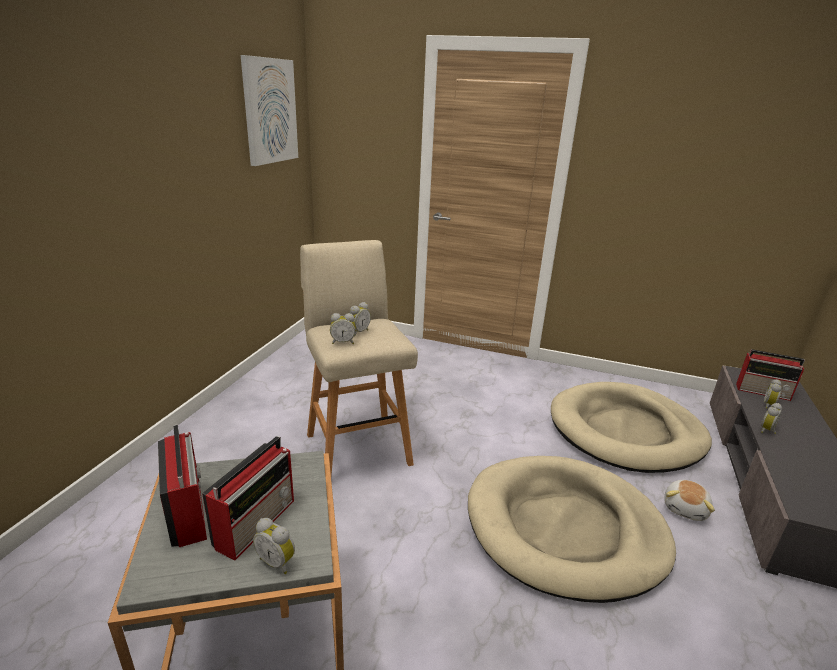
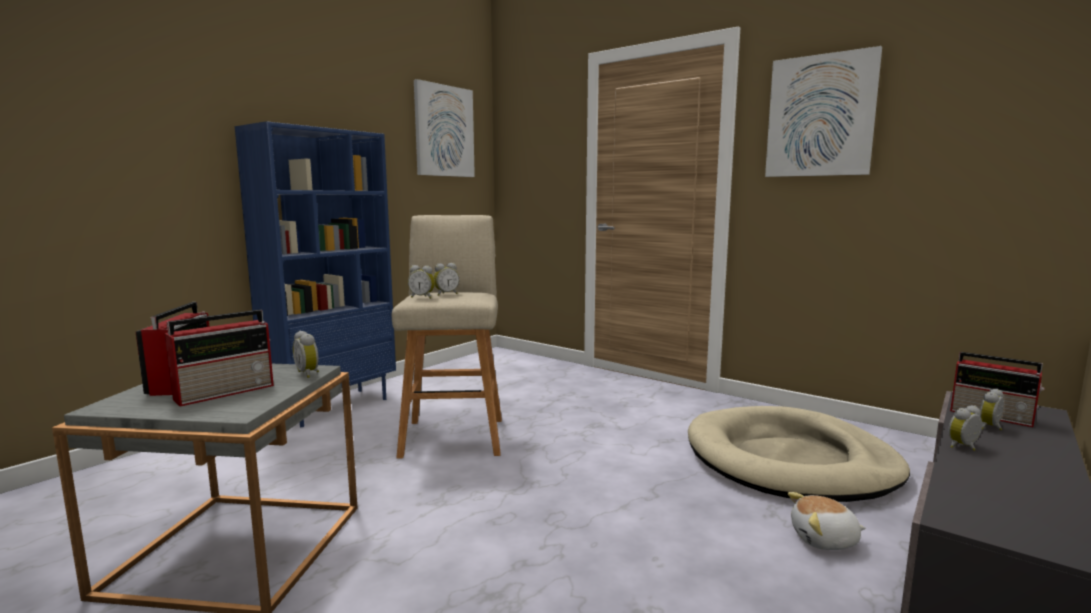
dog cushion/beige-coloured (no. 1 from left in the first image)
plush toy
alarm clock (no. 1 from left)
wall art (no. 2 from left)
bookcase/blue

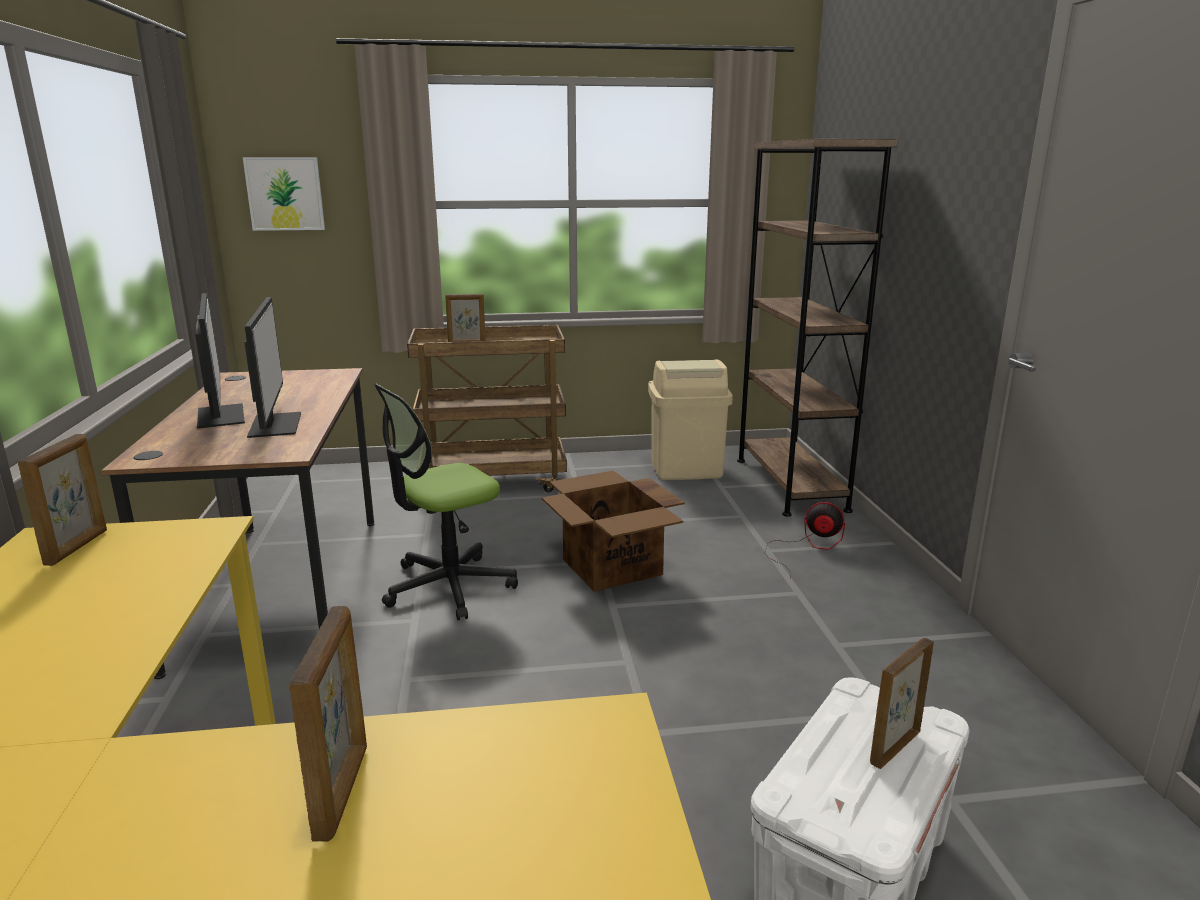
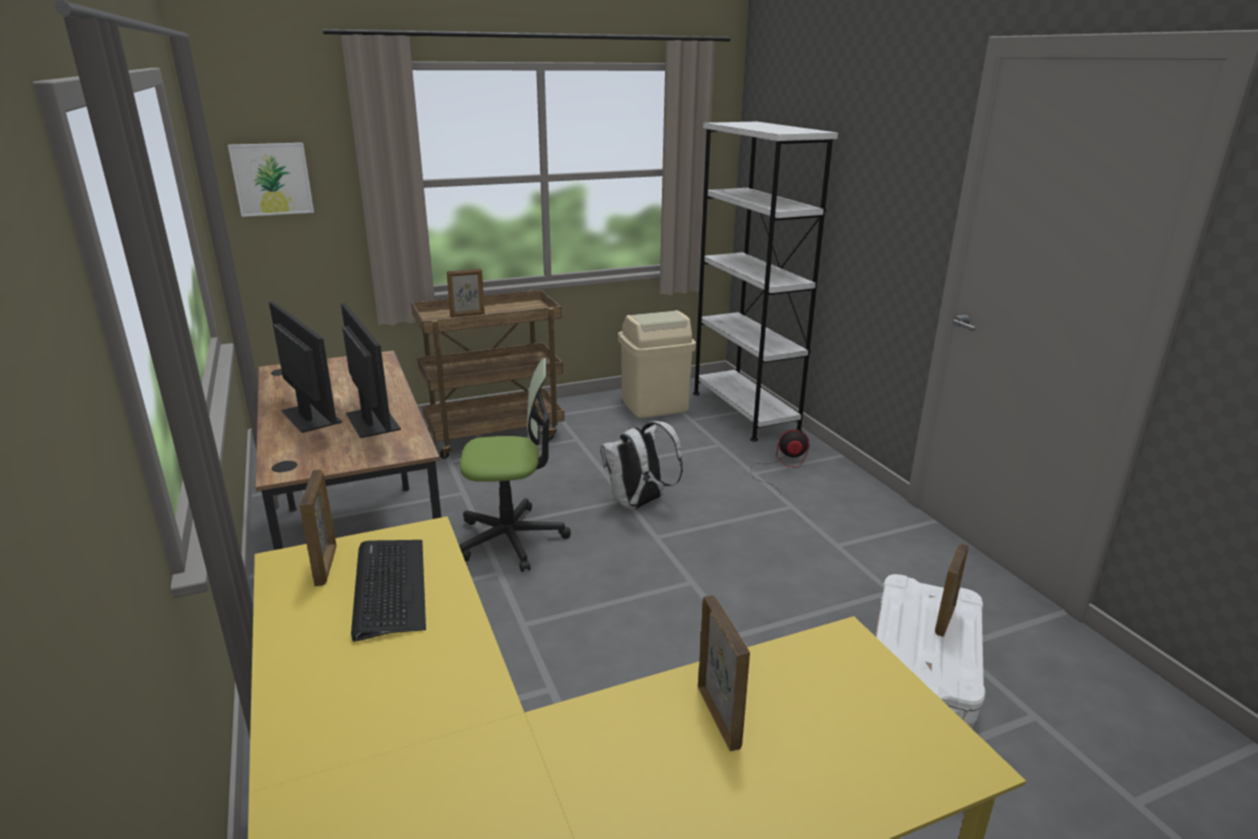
bookcase/white-coloured
office chair
backpack/white-coloured
keyboard

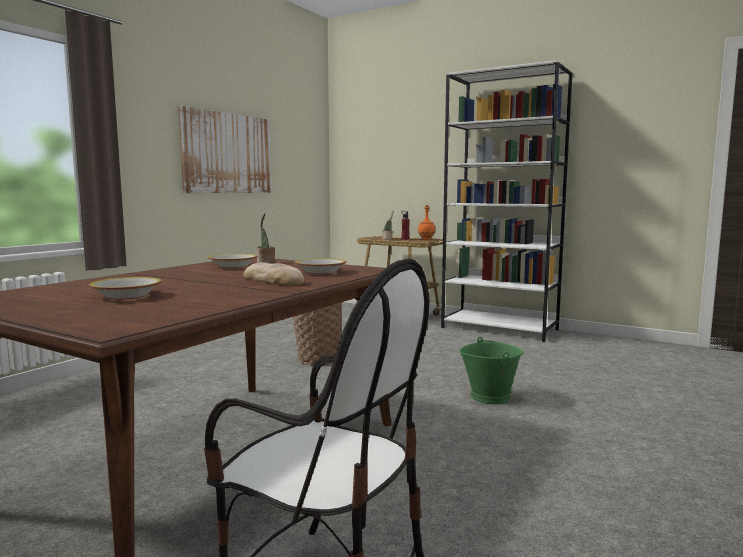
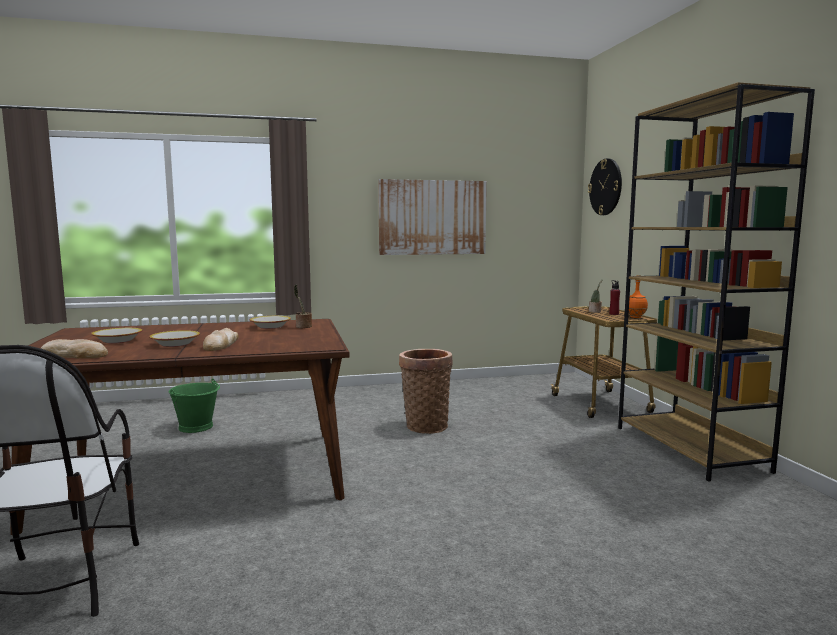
bookcase/brown-coloured
deep dish (no. 2 from left)
bucket/green
wall clock
baked bread (no. 1 from left)

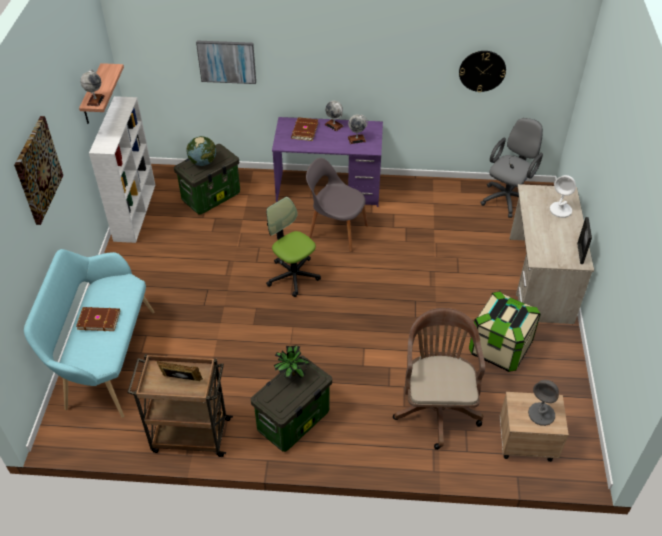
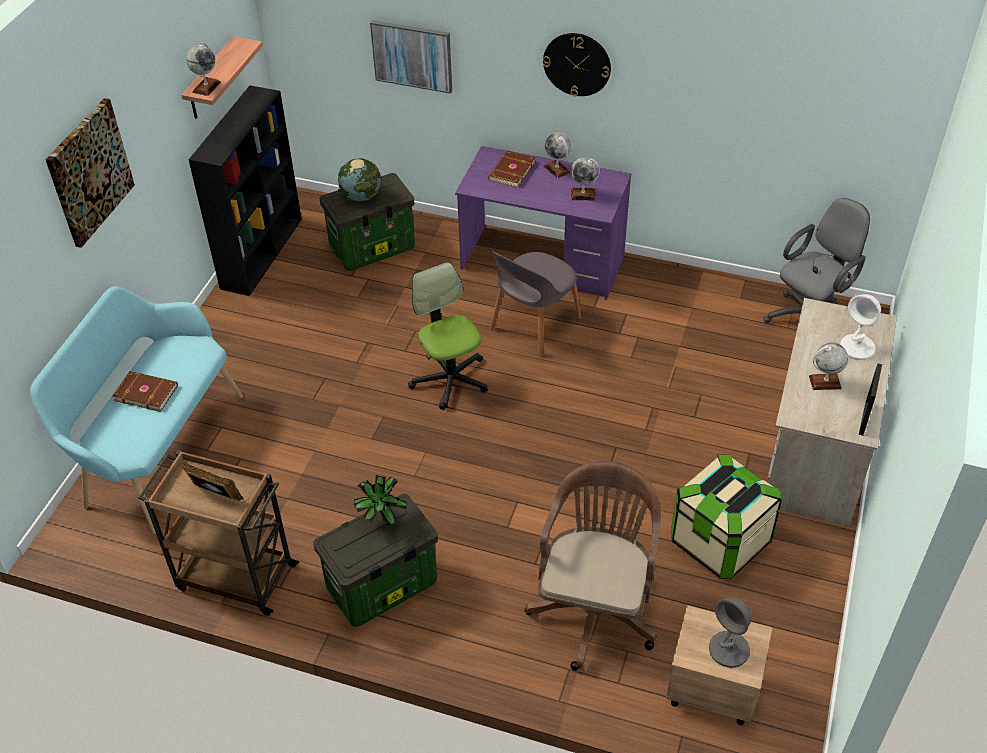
wall clock
bookcase/blackish
plain chair/gray
desk globe (no. 5 from left)

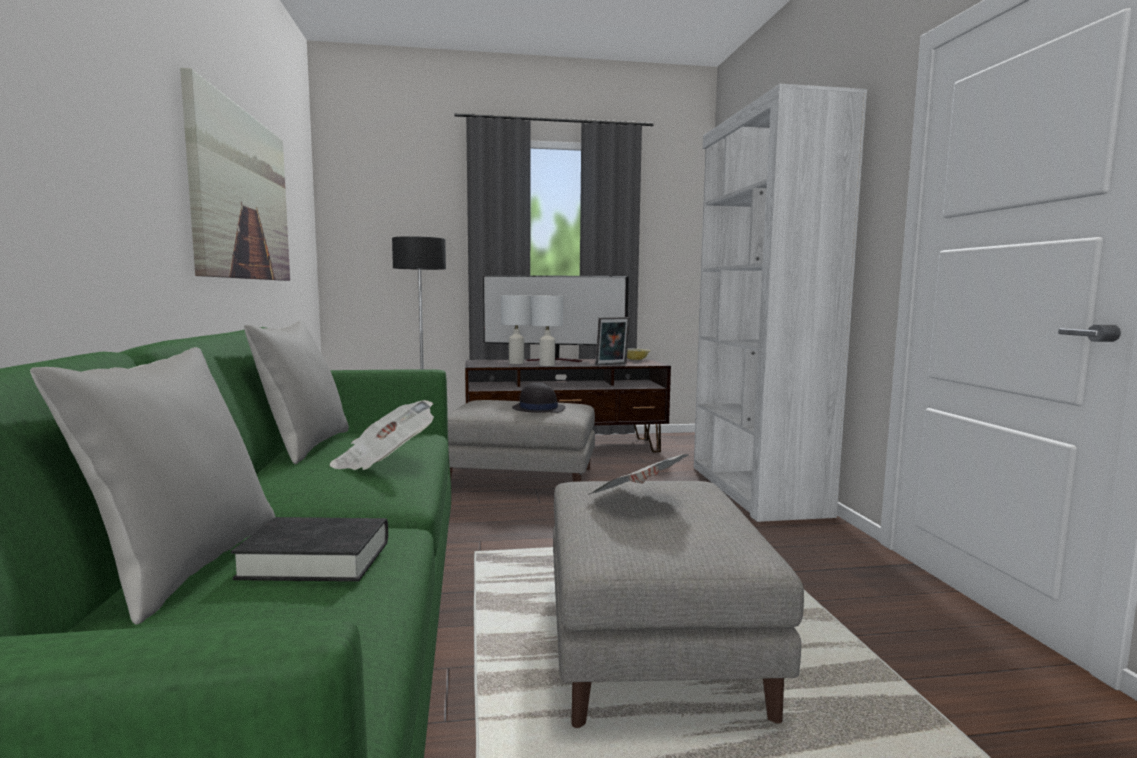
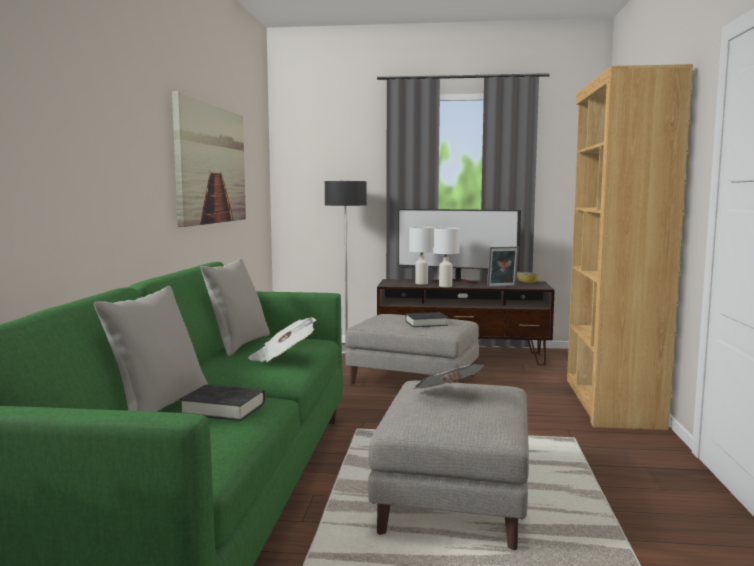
bookcase/brown-coloured
bound book/blackish (no. 2 from left)

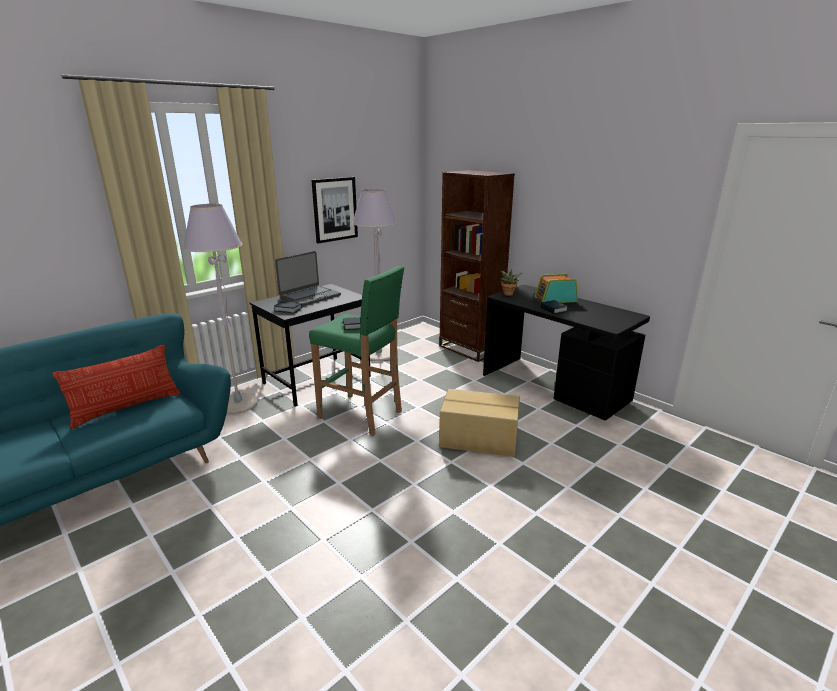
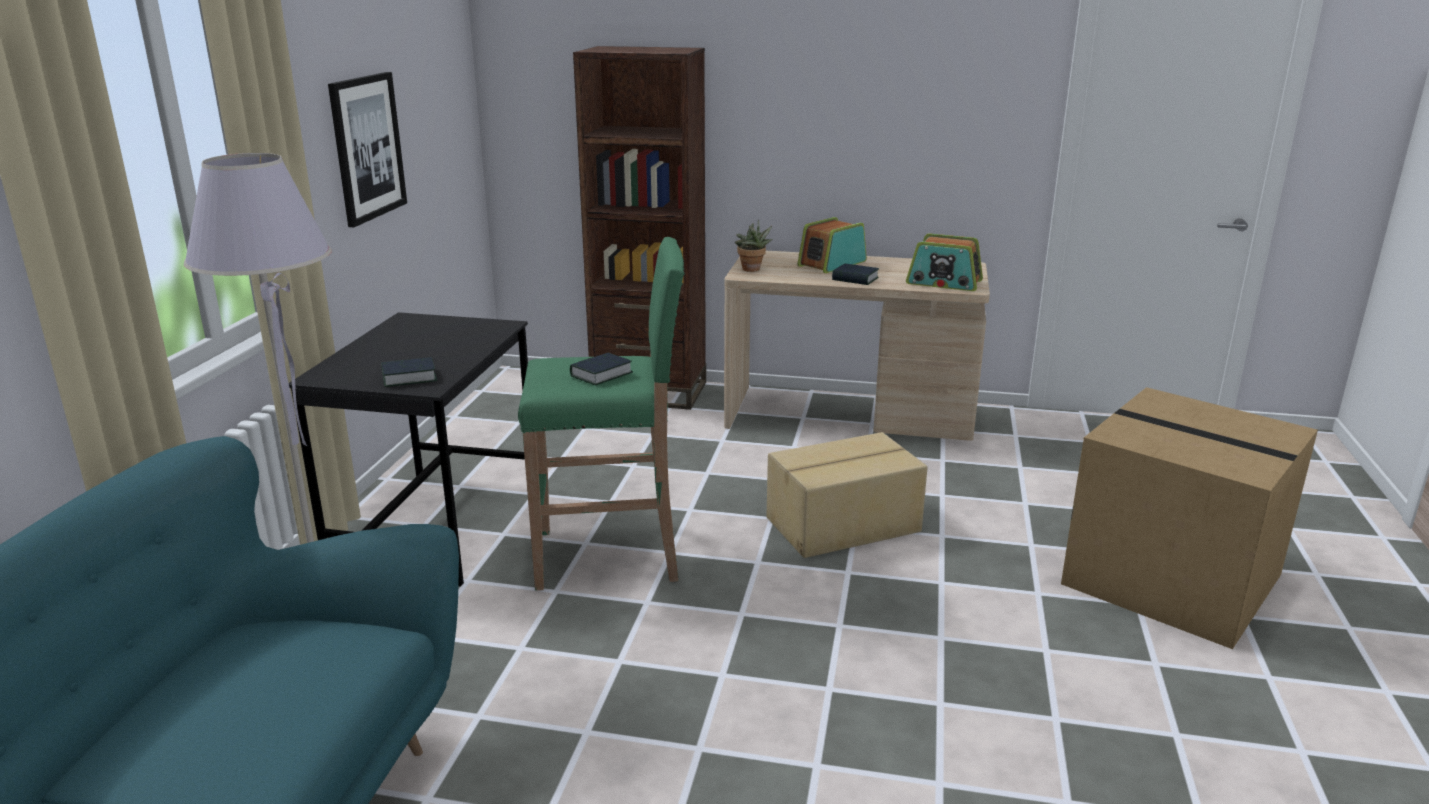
standard lamp/gray (no. 2 from left in the first image)
notebook computer
desk/beige-coloured
cushion
radio (no. 2 from left)
cardboard box (no. 2 from left)

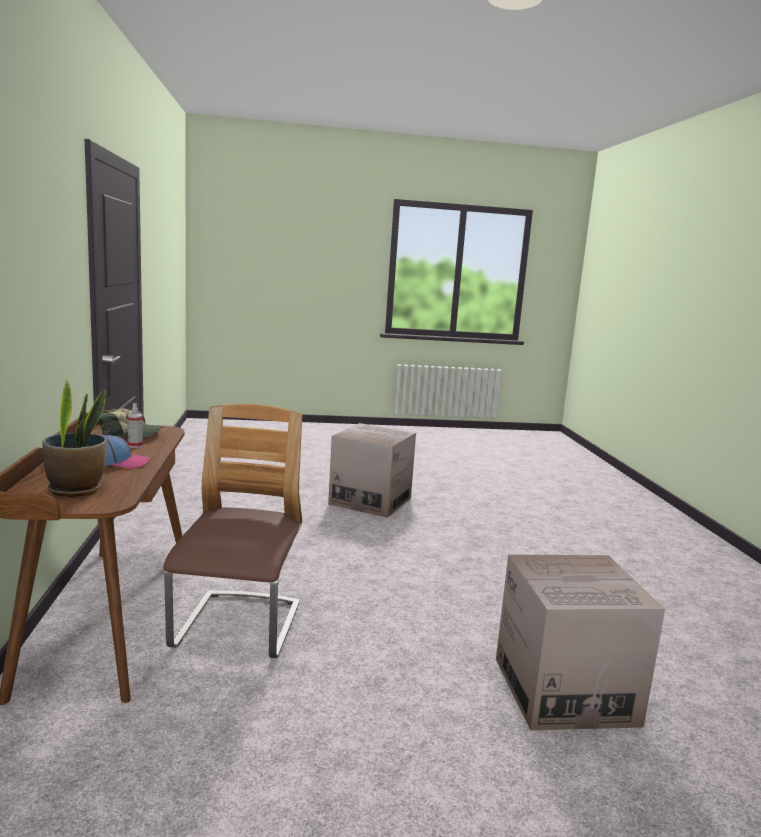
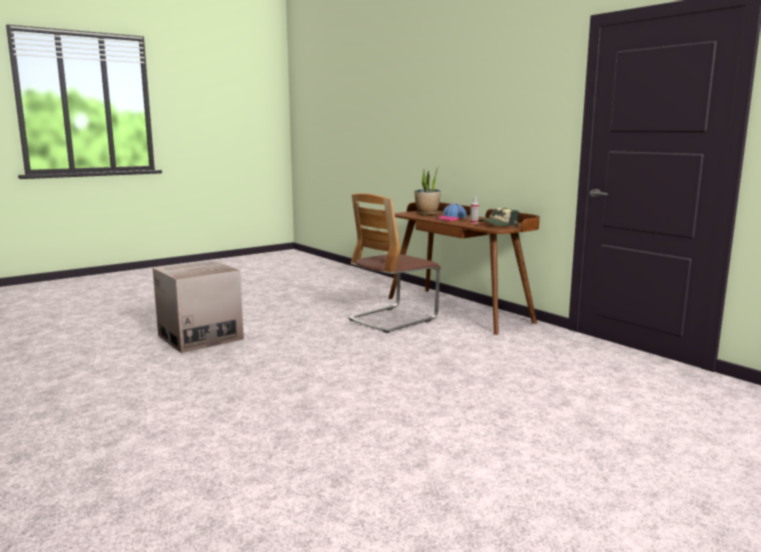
plain chair
cardboard box (no. 1 from left in the first image)

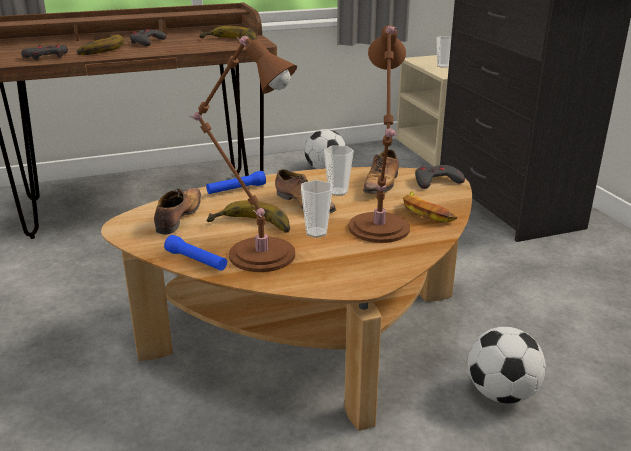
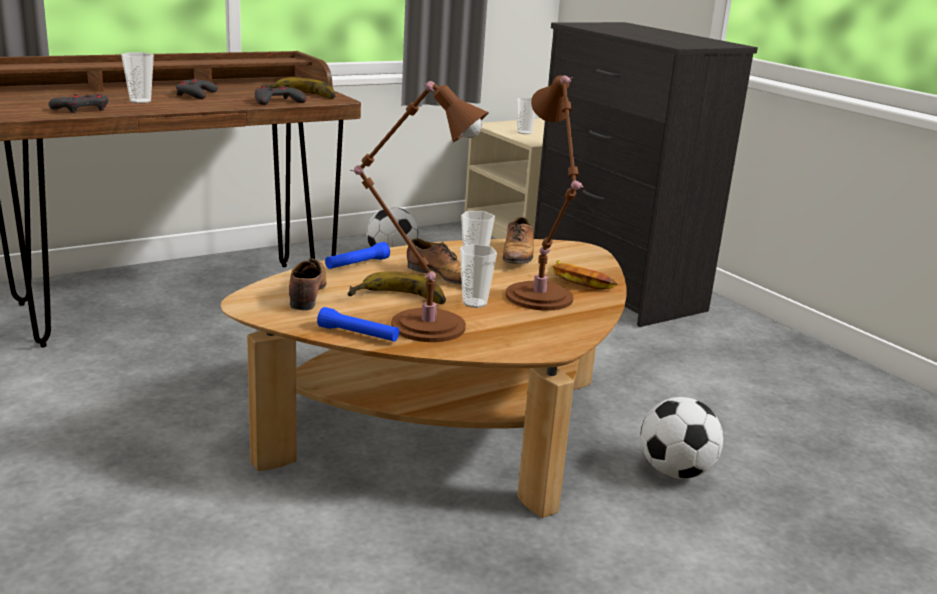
small cup (no. 1 from left)
joypad/gray (no. 3 from left)

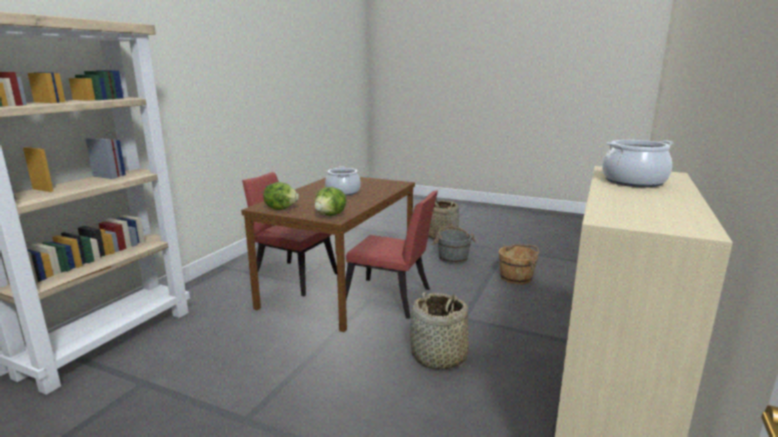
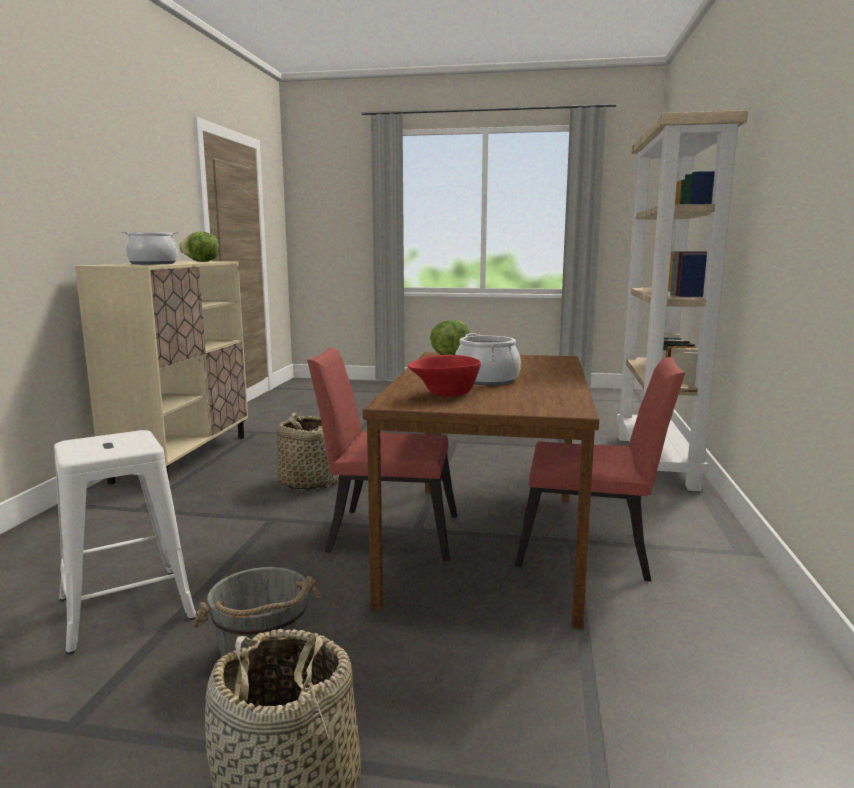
head of lettuce (no. 1 from left)
stool/white-coloured
deep dish/red

